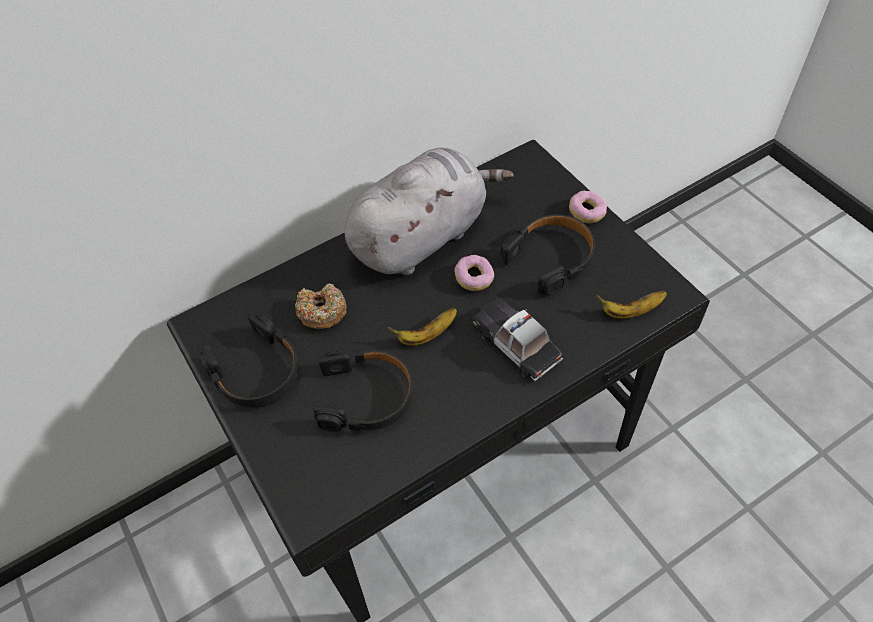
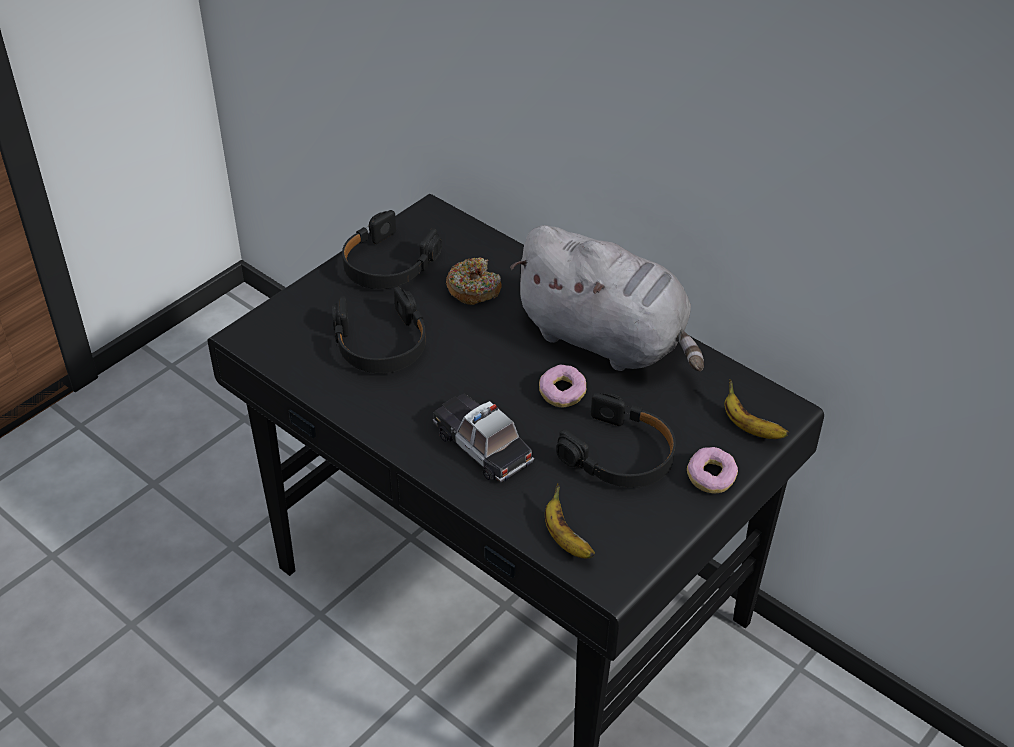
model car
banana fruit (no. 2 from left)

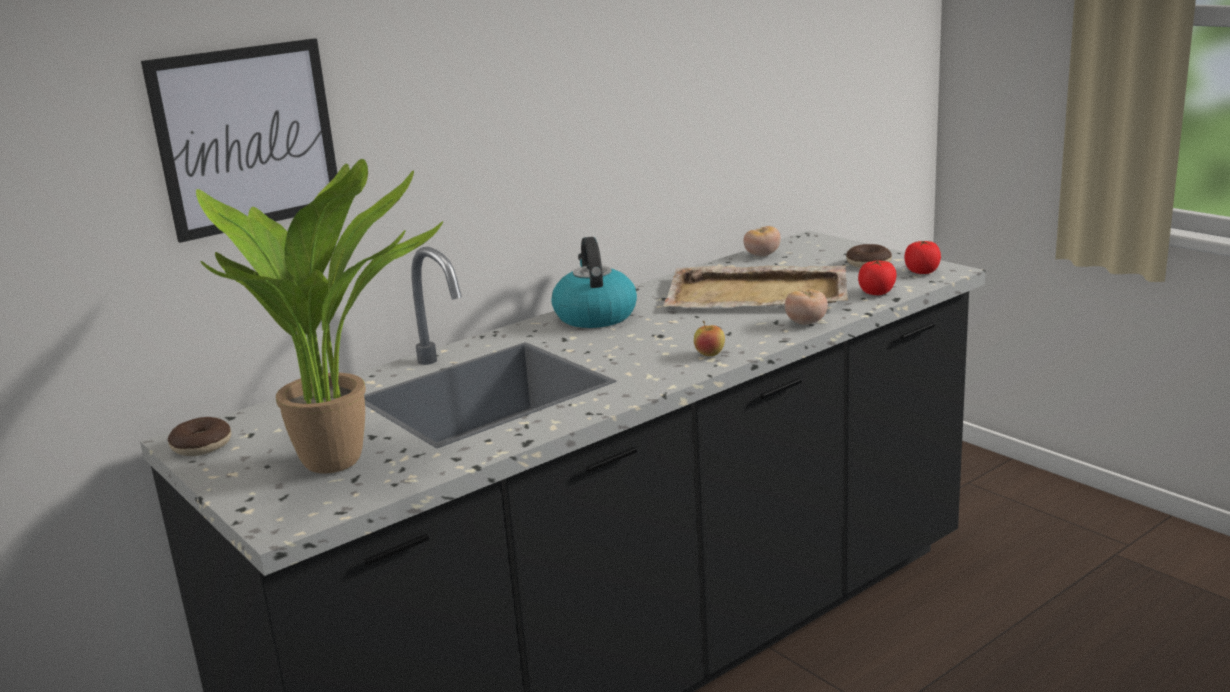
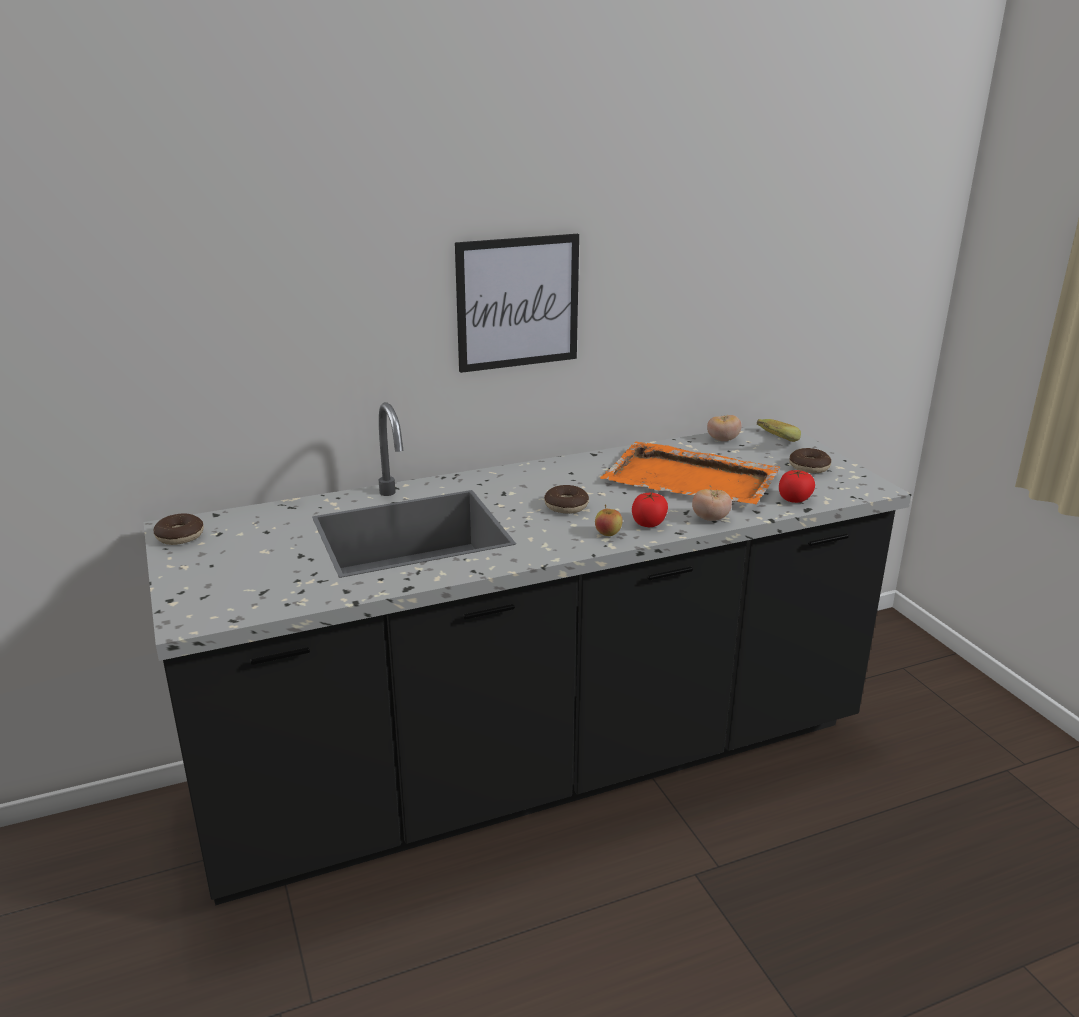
wall art
plant in a pot
tea kettle
whole tomato (no. 1 from left)
serving tray/orange-coloured
banana fruit
doughnut (no. 2 from left)

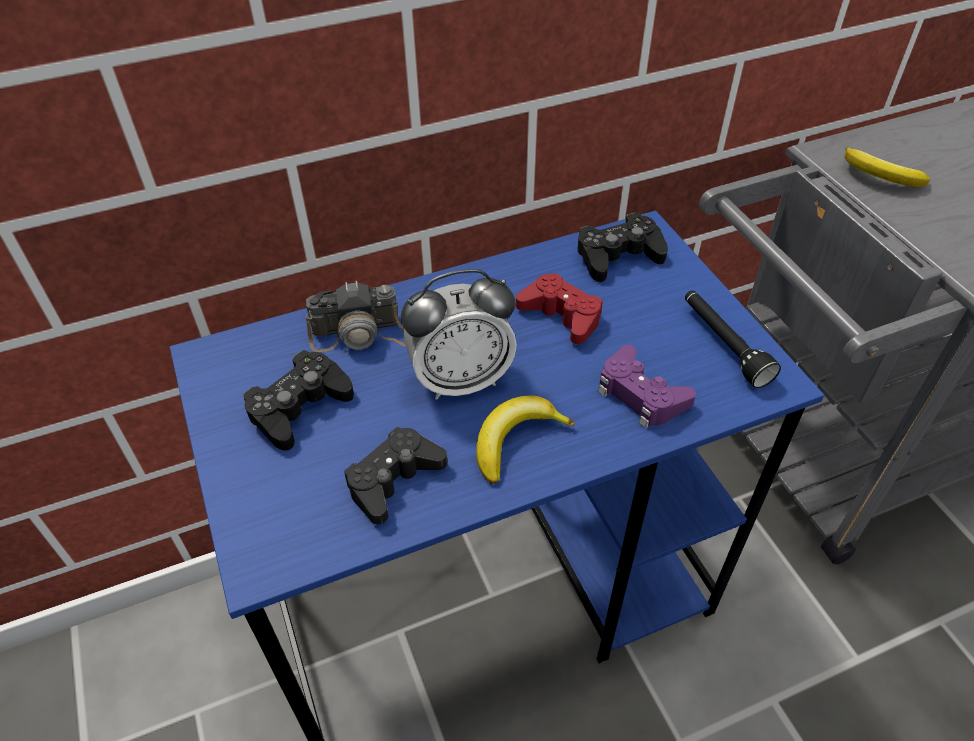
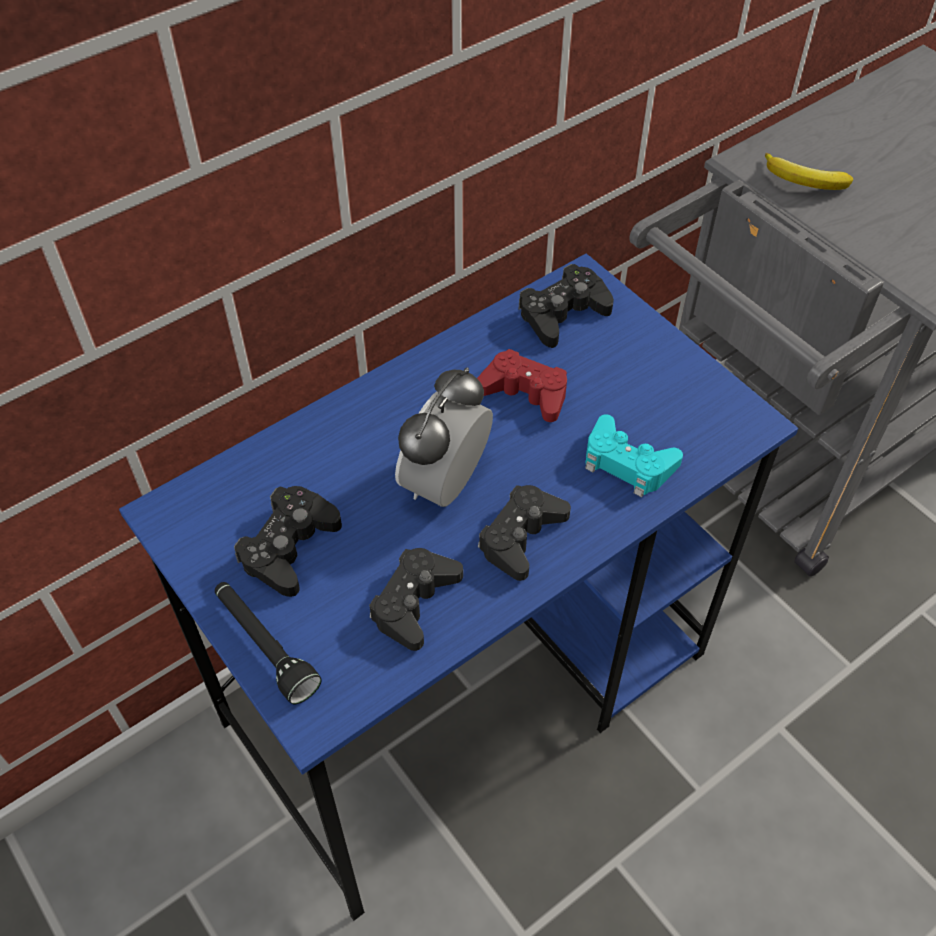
alarm clock
photo camera
torch/blackish
joypad/blue-green
joypad/blackish (no. 3 from left)

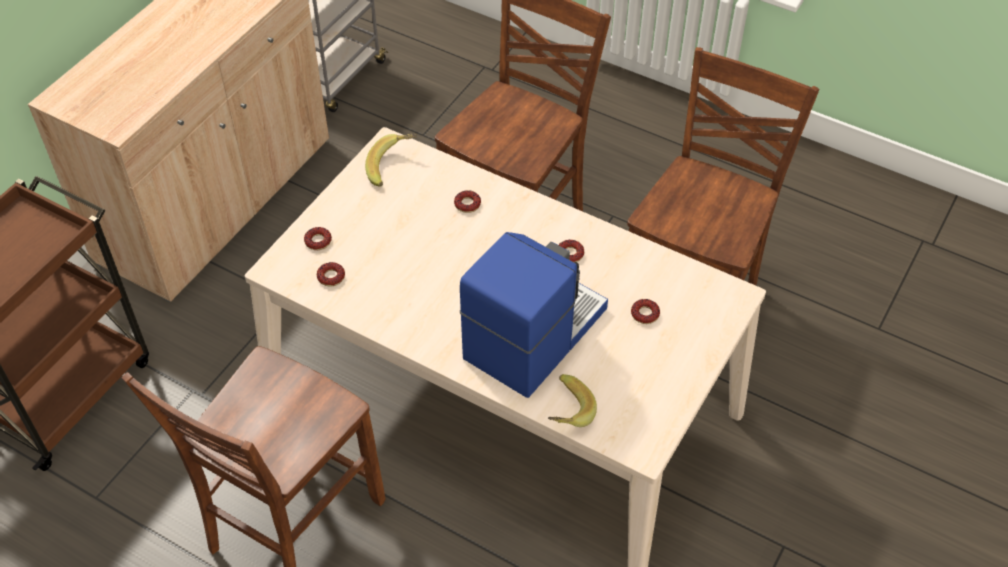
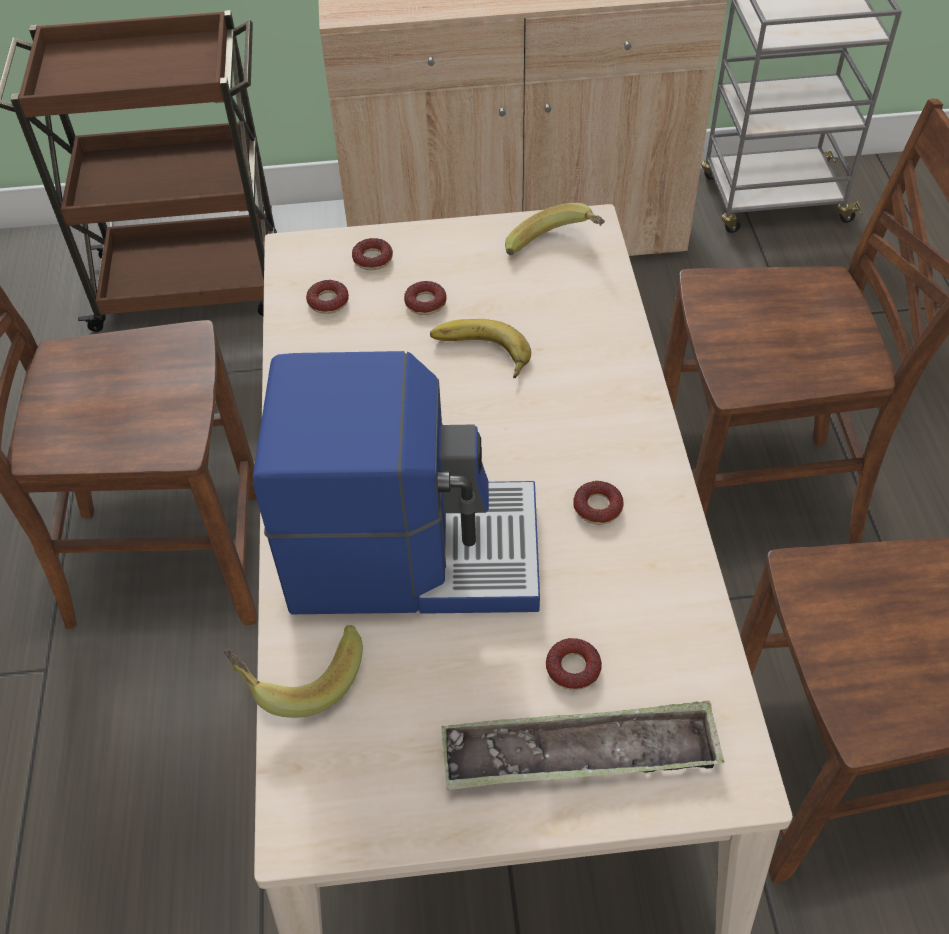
doughnut (no. 3 from left)
banana fruit (no. 2 from left)
serving tray

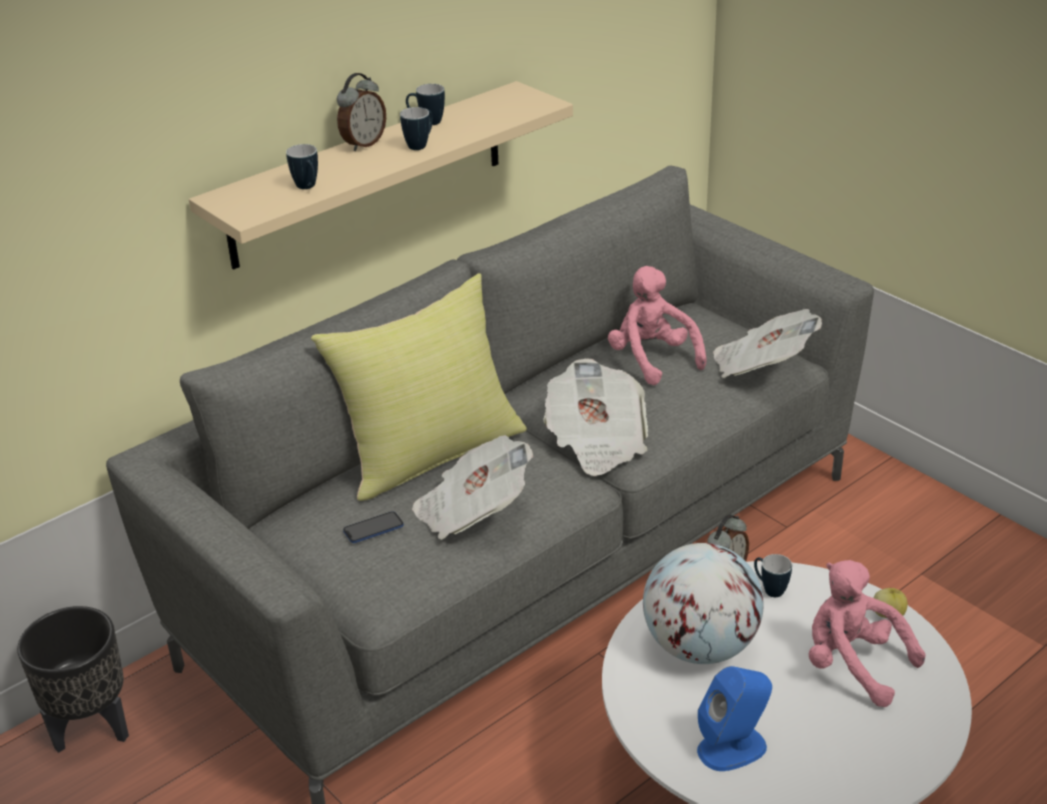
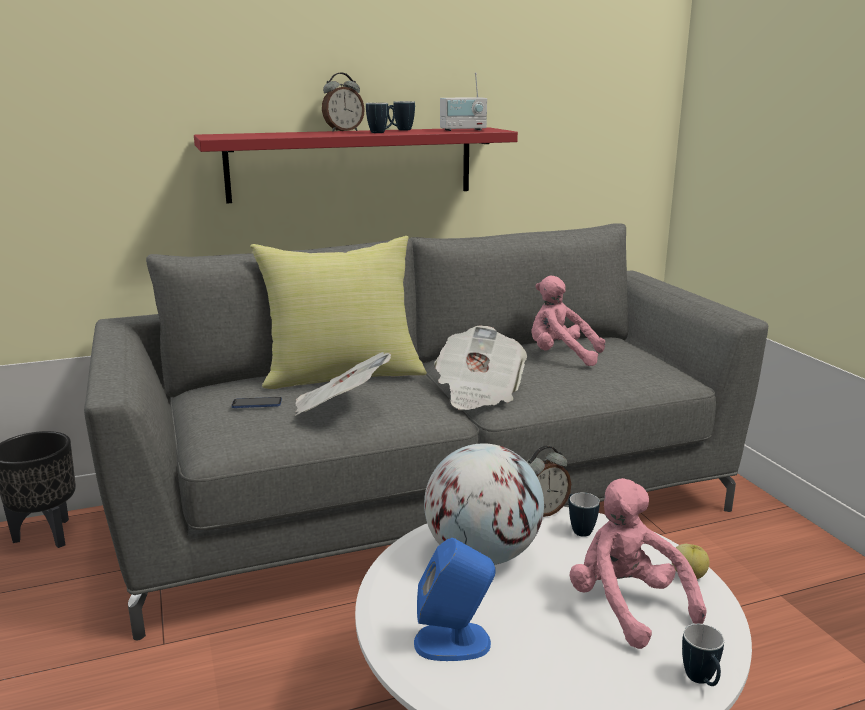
wall shelf/red
tea mug (no. 4 from left)
plush toy/pink (no. 1 from left)
printed paper (no. 3 from left in the first image)
radio

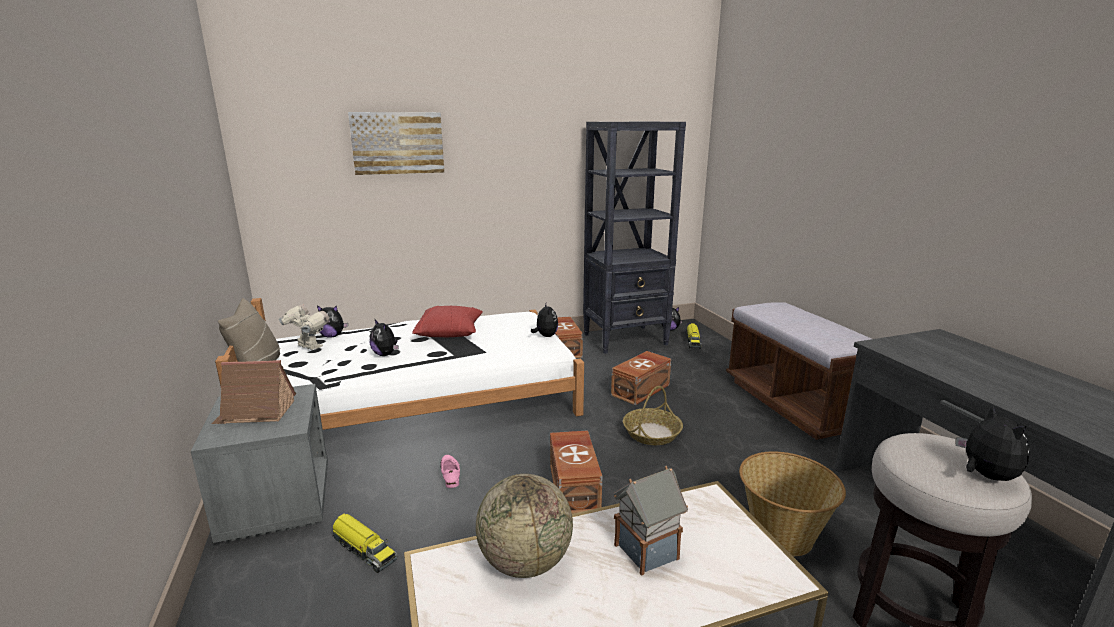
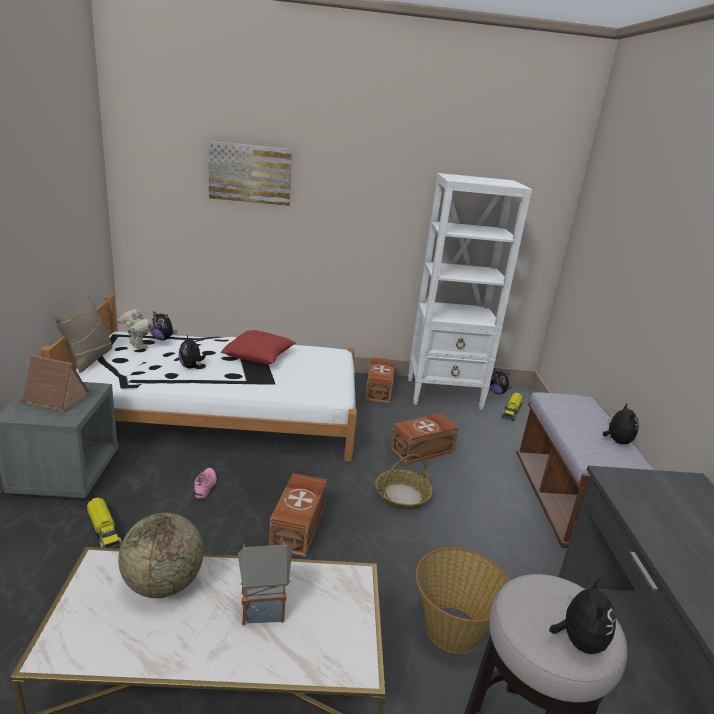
bookcase/white-coloured
plush toy (no. 5 from left)

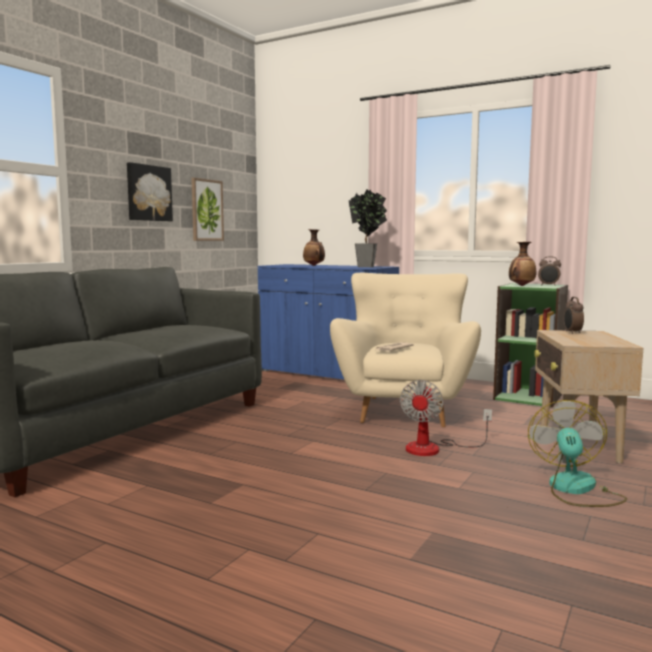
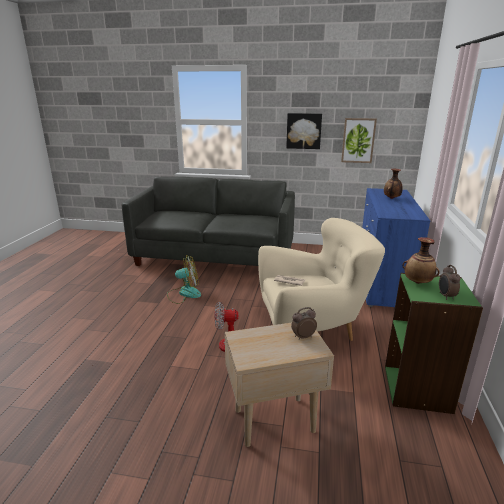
plant in a pot
cooling fan (no. 1 from left)

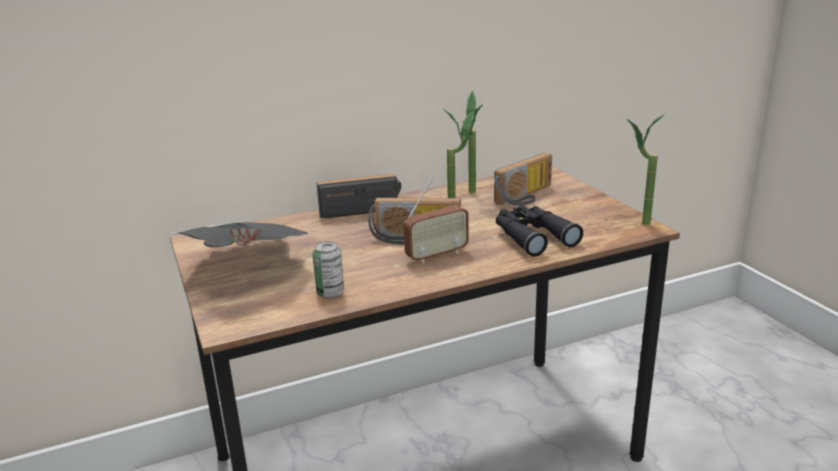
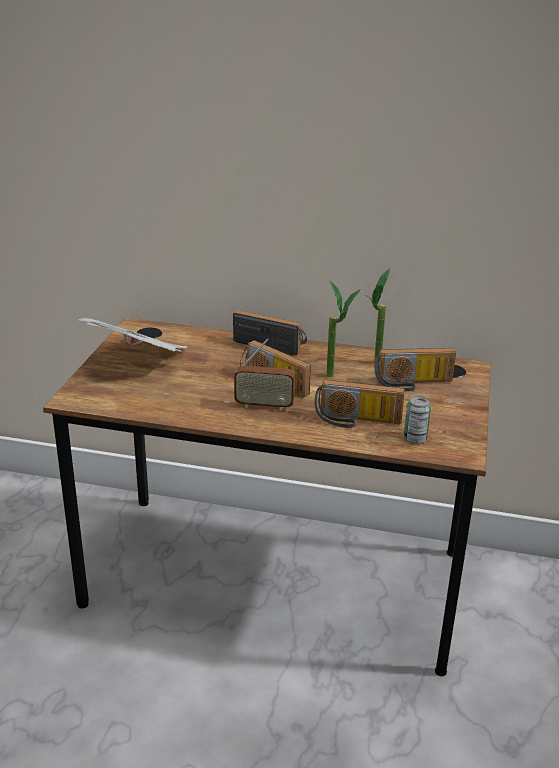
plant in a pot (no. 3 from left in the first image)
radio (no. 4 from left)
metal can

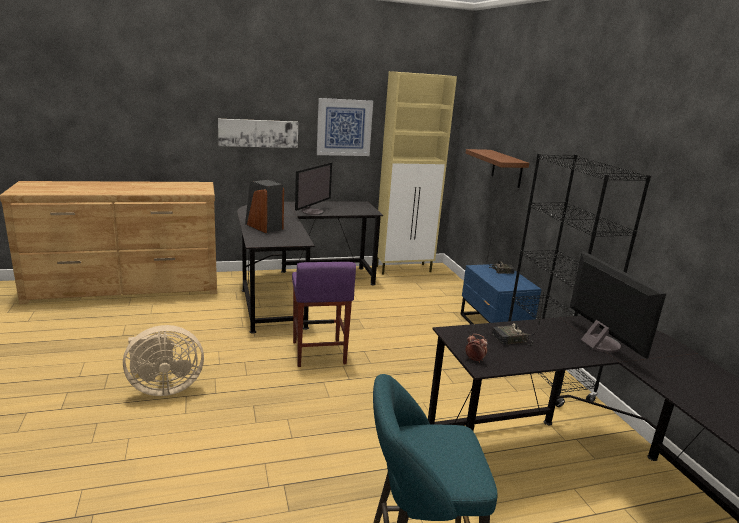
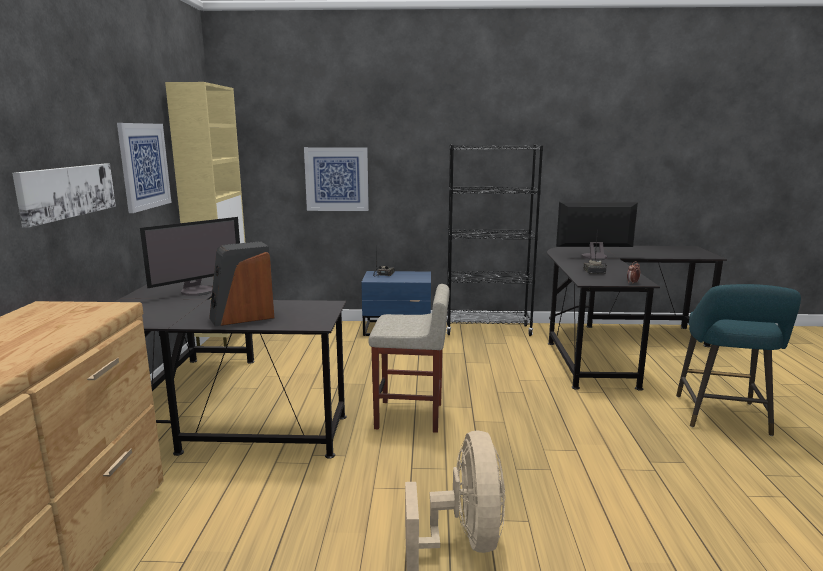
wall art (no. 3 from left)
computer display (no. 1 from left)
stool/beige-coloured

